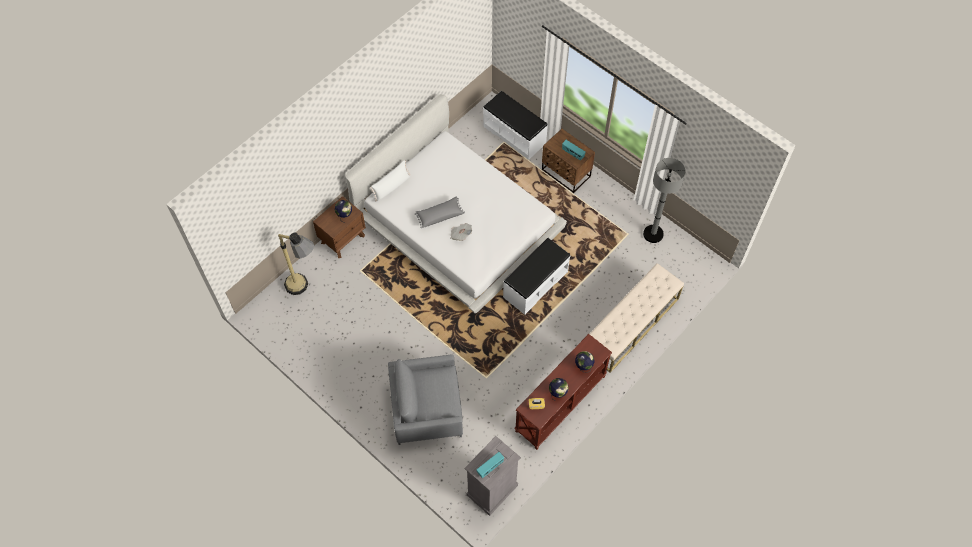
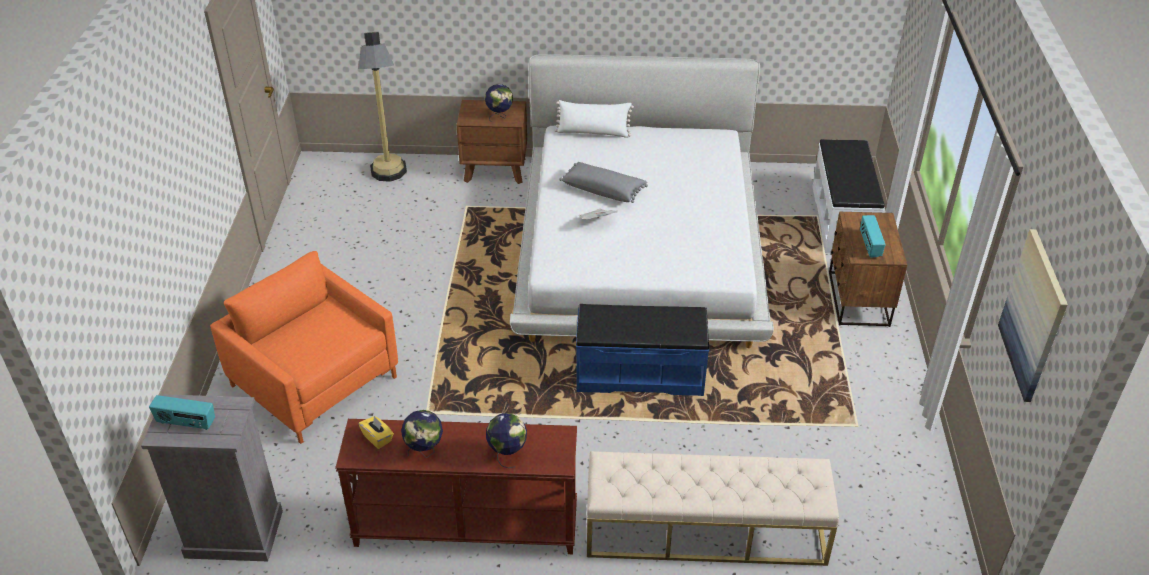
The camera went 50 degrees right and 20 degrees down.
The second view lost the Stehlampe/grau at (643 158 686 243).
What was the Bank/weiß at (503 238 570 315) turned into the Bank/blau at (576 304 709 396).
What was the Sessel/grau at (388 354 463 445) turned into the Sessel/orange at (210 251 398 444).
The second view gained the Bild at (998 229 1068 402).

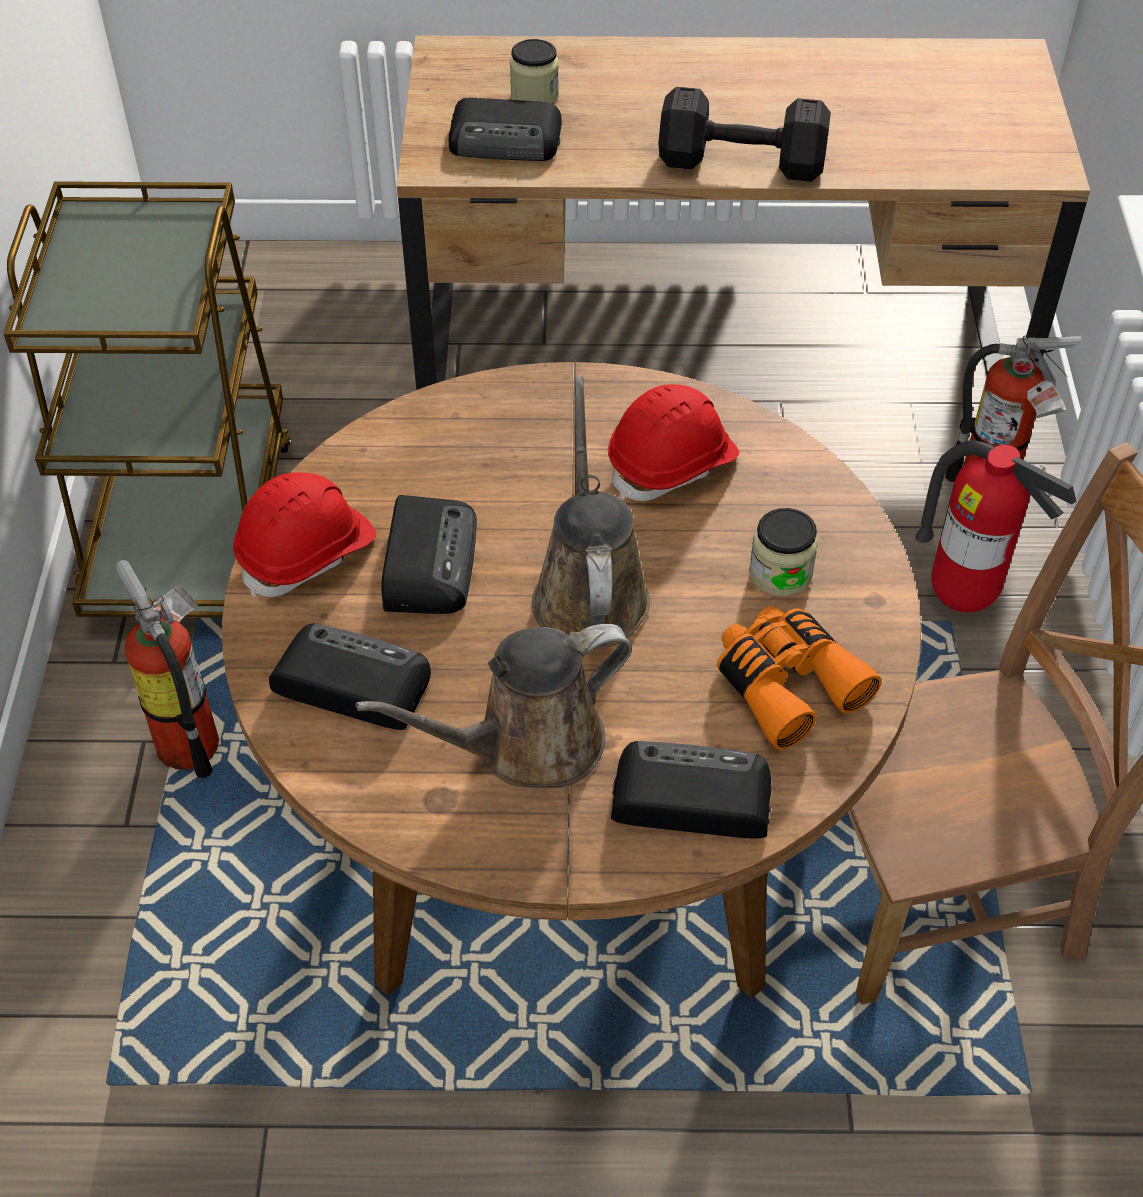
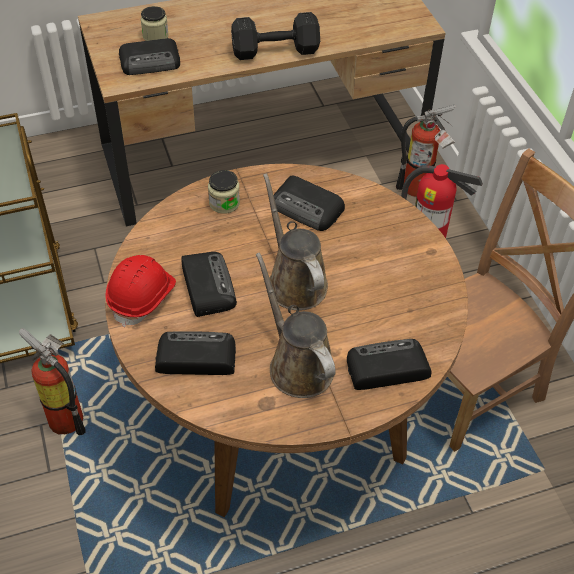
The camera went 20 degrees left and 0 degrees up.
Where the Schutzhelm/rot stood at (608 384 739 501), the Radio came to stand at (274 175 345 231).
The Vorratsglas ended up elsewhere, having gone from (749 508 818 596) to (208 170 240 214).
The second view lost the Fernglas/orange at (717 606 882 750).
The Gießkanne/braun at (356 624 632 789) ended up facing another way, 105 degrees clockwise from before.

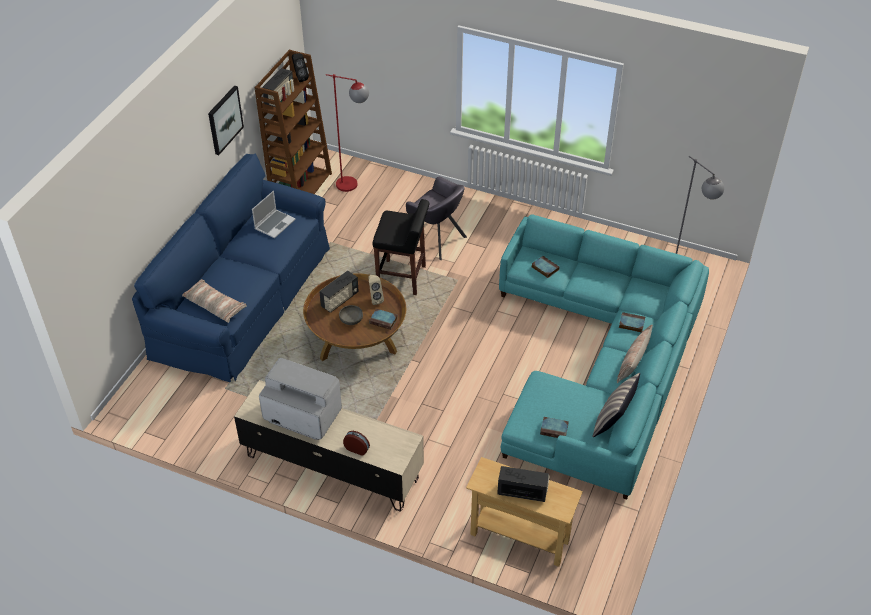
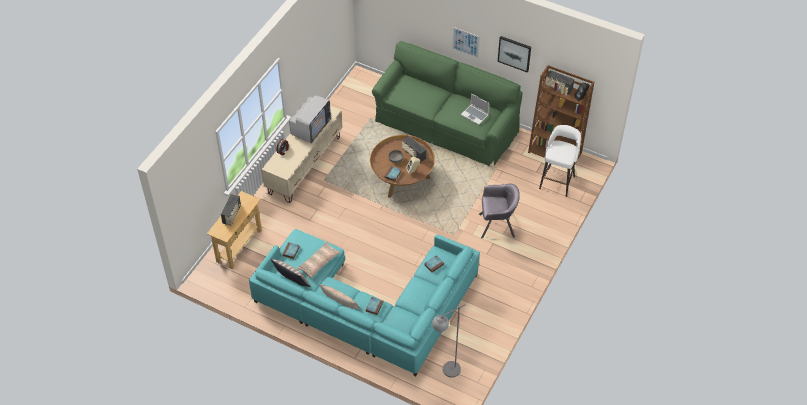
The camera went 95 degrees right and 5 degrees up.
Where the Stehlampe/rot stood at (326 74 369 192), the Hocker/weiß came to stand at (539 125 581 197).
What was the Sofa/blau at (132 154 330 382) turned into the Sofa/grün at (372 41 523 166).
The Sessel/grau at (406 177 467 260) ended up facing another way, 135 degrees counterclockwise from before.
The second view lost the Hocker/schwarz at (373 199 429 295).
The Kissen ended up elsewhere, having gone from (182 279 247 323) to (297 242 340 278).
The second view gained the Bild at (452 27 480 58).

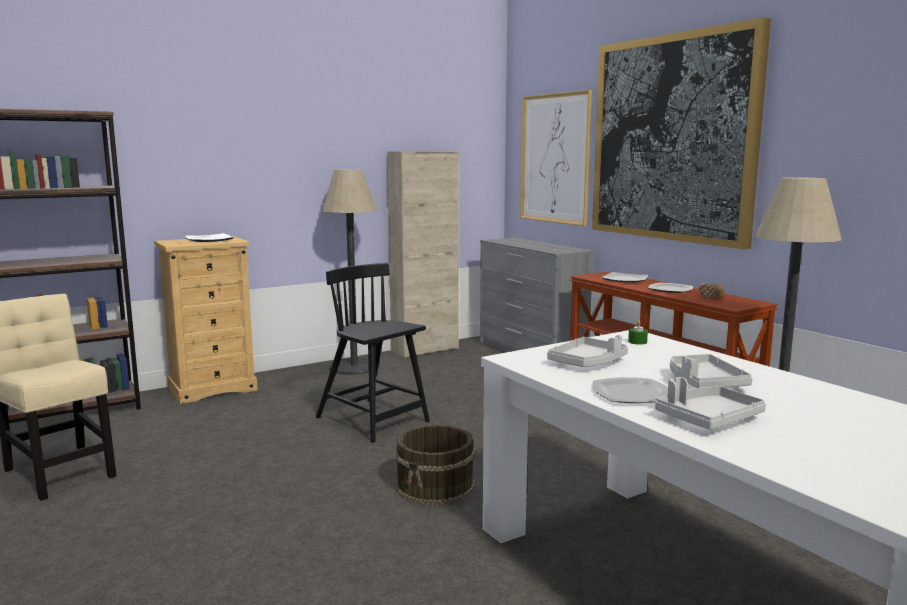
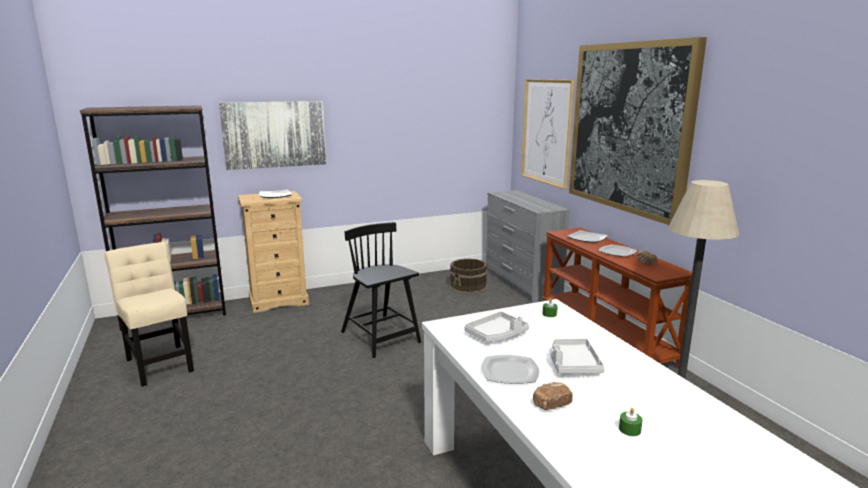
The camera went 10 degrees right and 5 degrees up.
The second view lost the Schrank/beige at (387 152 459 358).
The second view lost the Stehlampe at (322 169 379 375).
Where the Tablett/grau stood at (655 377 766 430), the Brot came to stand at (533 382 573 410).
The Eimer/braun ended up elsewhere, having gone from (395 424 475 505) to (449 259 488 294).
The second view gained the Bild at (219 101 326 170).
The second view gained the Kerze/grün at (619 408 643 436).

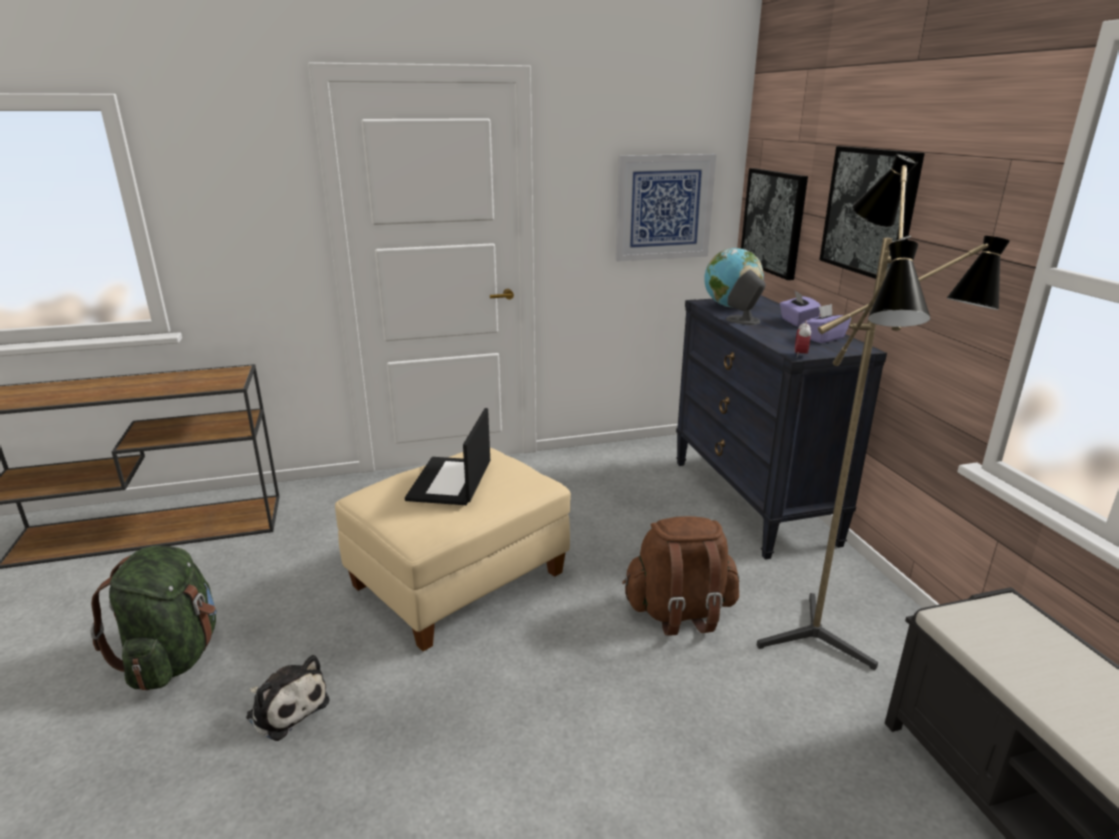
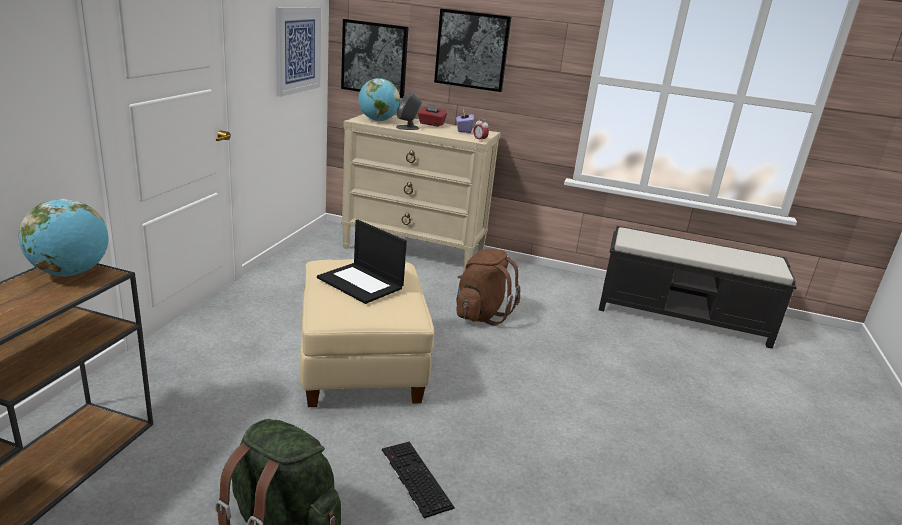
The camera went 60 degrees left and 0 degrees up.
The second view lost the Stehlampe at (757 152 1010 670).
What was the Taschentuchbox/lila at (780 290 821 327) turned into the Taschentuchbox/rot at (418 103 447 127).
What was the Kommode/schwarz at (676 295 887 560) turned into the Kommode/beige at (341 114 501 270).
Where the Plüschtier stood at (246 655 330 741), the Tastatur came to stand at (382 441 455 519).
The second view gained the Globus at (18 199 109 276).

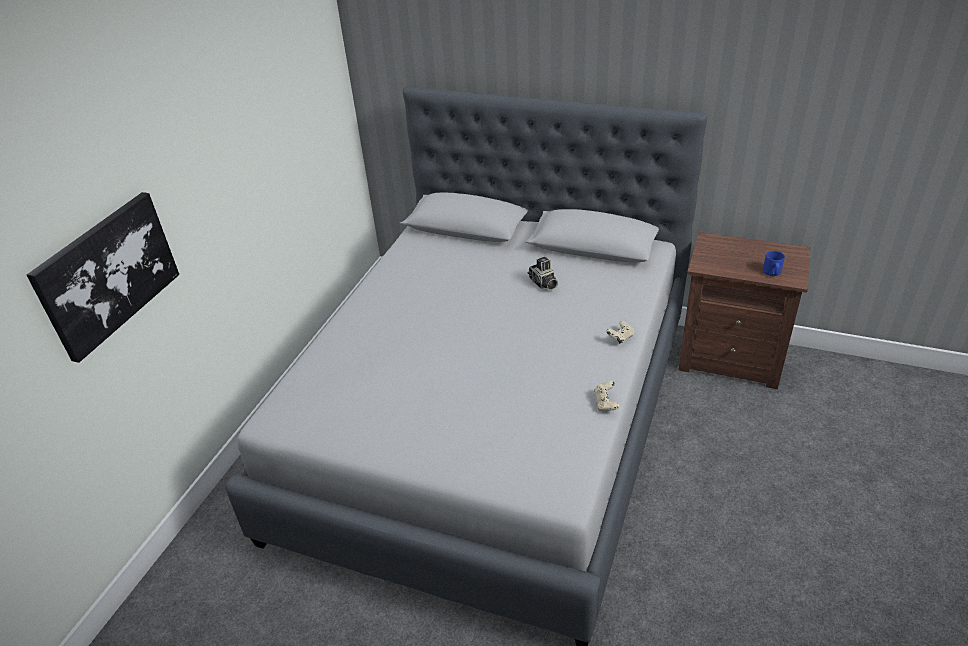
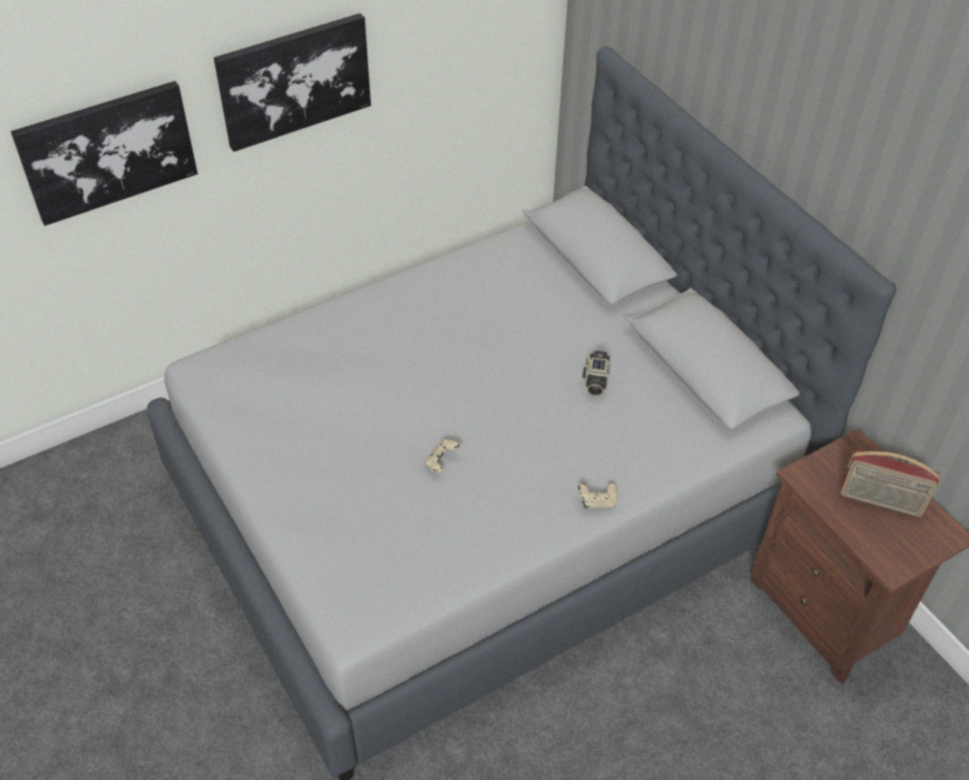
The camera went 35 degrees right and 10 degrees up.
The second view lost the Henkelbecher/blau at (763 251 785 276).
The Gamepad/beige ended up elsewhere, having gone from (594 381 619 411) to (424 439 461 473).
The second view gained the Bild at (214 13 371 152).
The second view gained the Radio at (840 450 940 517).

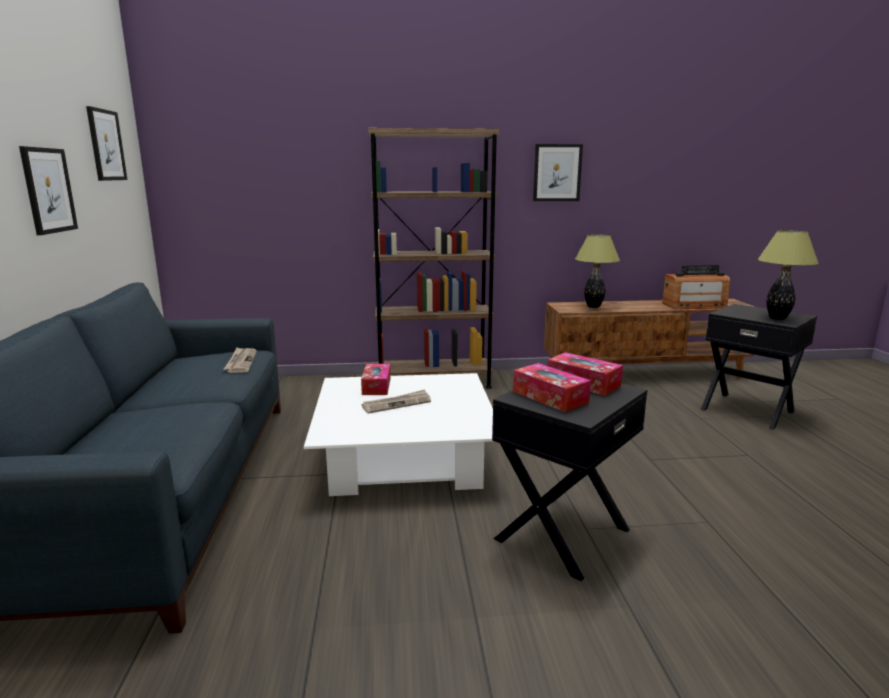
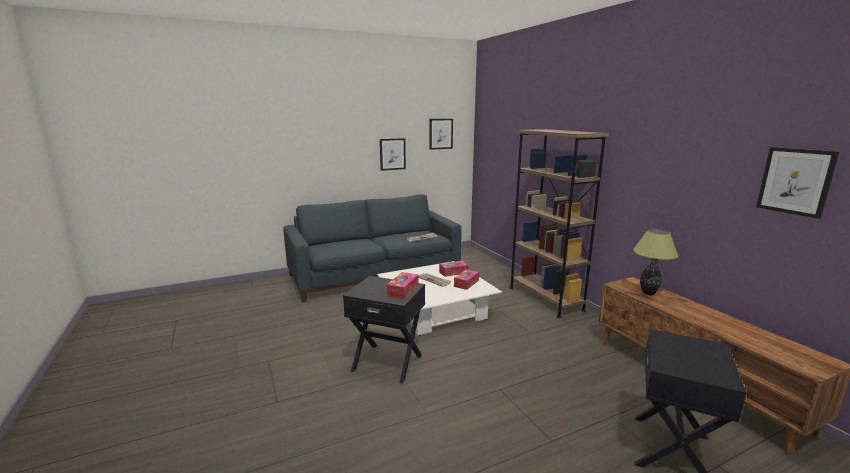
The camera went 70 degrees right and 0 degrees up.
The Bild ended up elsewhere, having gone from (533 144 583 201) to (756 147 839 219).
The second view lost the Tischlampe at (757 230 819 320).
The second view lost the Radio at (662 265 730 309).
The Taschentuchbox ended up elsewhere, having gone from (513 363 591 412) to (454 269 479 290).

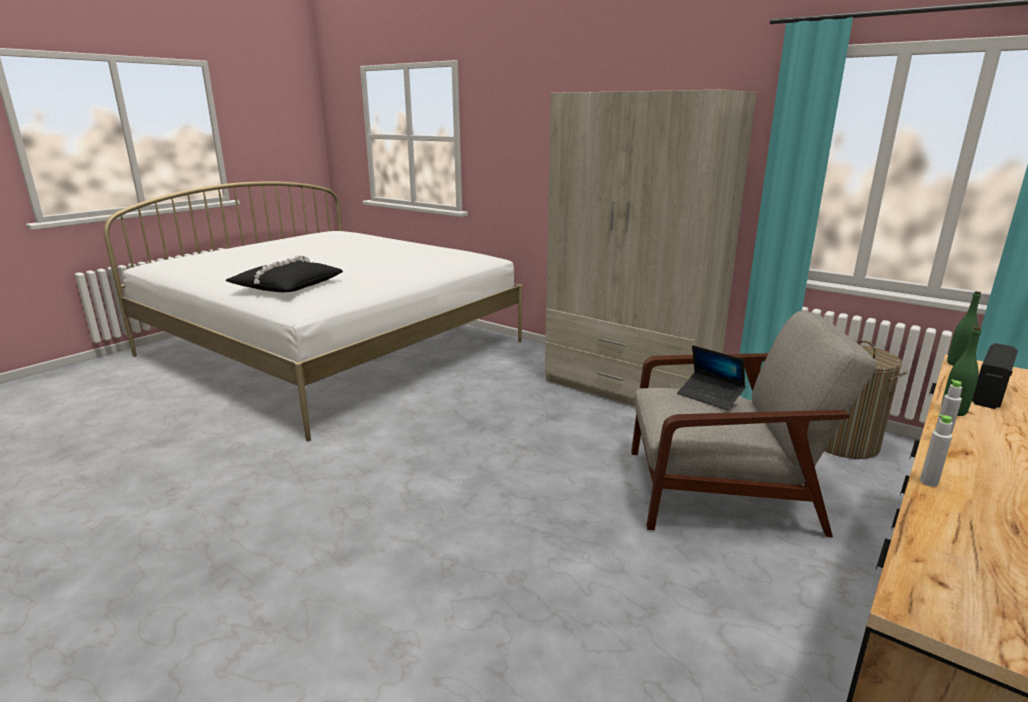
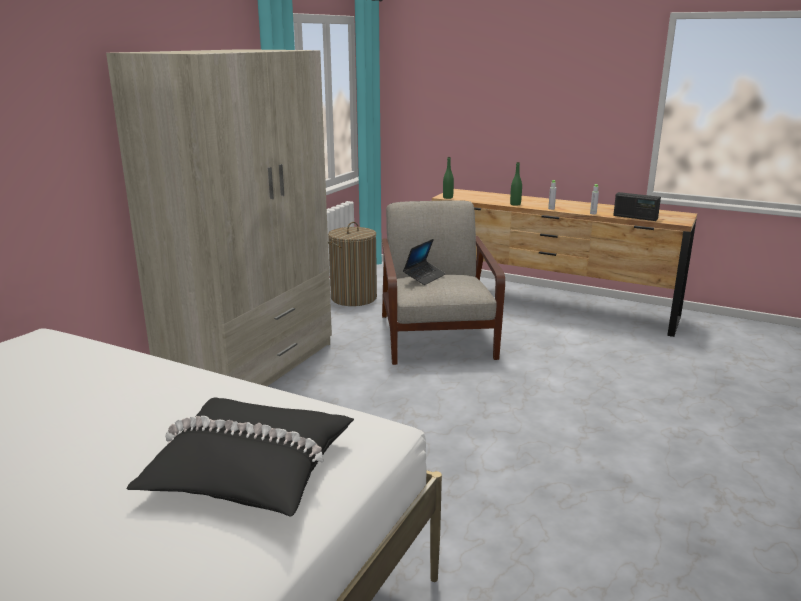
The camera went 100 degrees left and 0 degrees up.
The Radio ended up elsewhere, having gone from (972 343 1018 409) to (613 192 661 221).

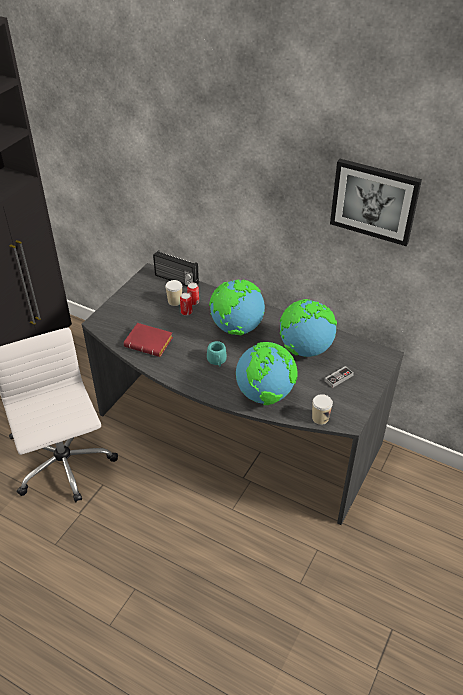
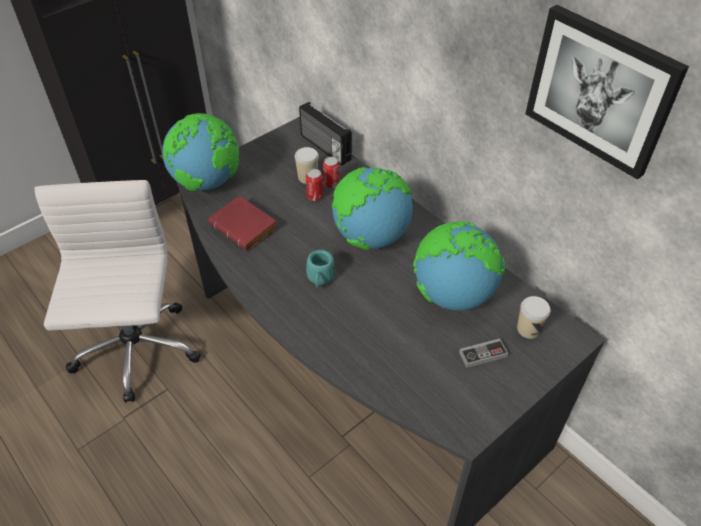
The camera went 20 degrees right and 5 degrees up.
The Globus ended up elsewhere, having gone from (236 342 297 405) to (162 113 239 191).
The Tasse ended up elsewhere, having gone from (312 394 333 425) to (517 296 551 339).

